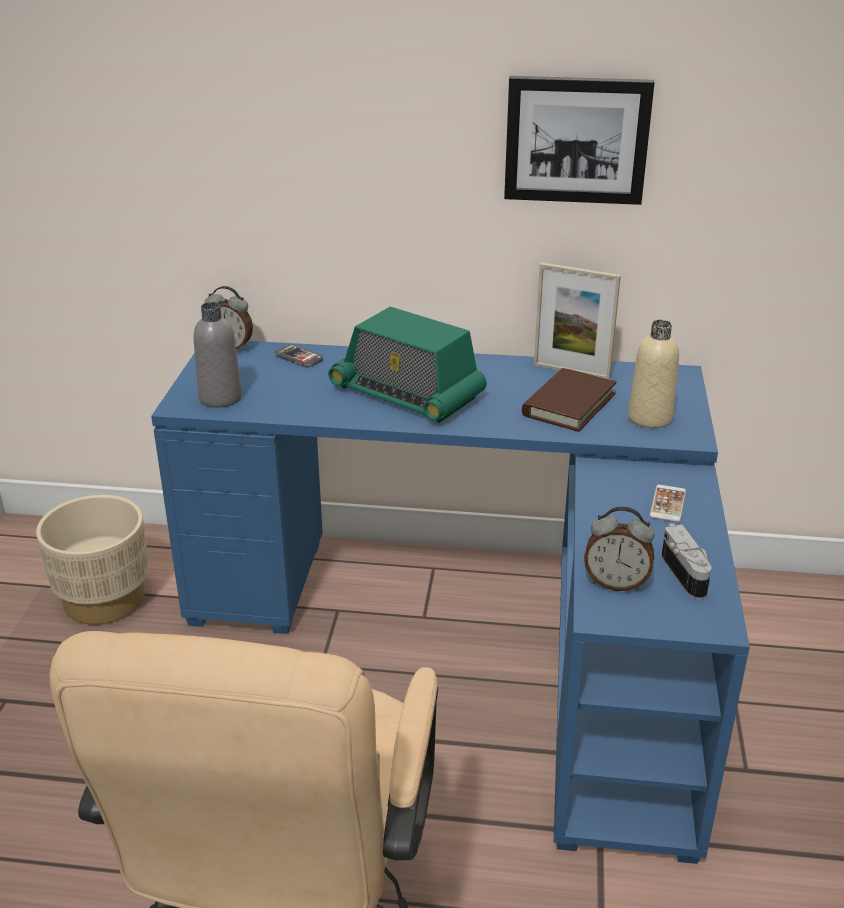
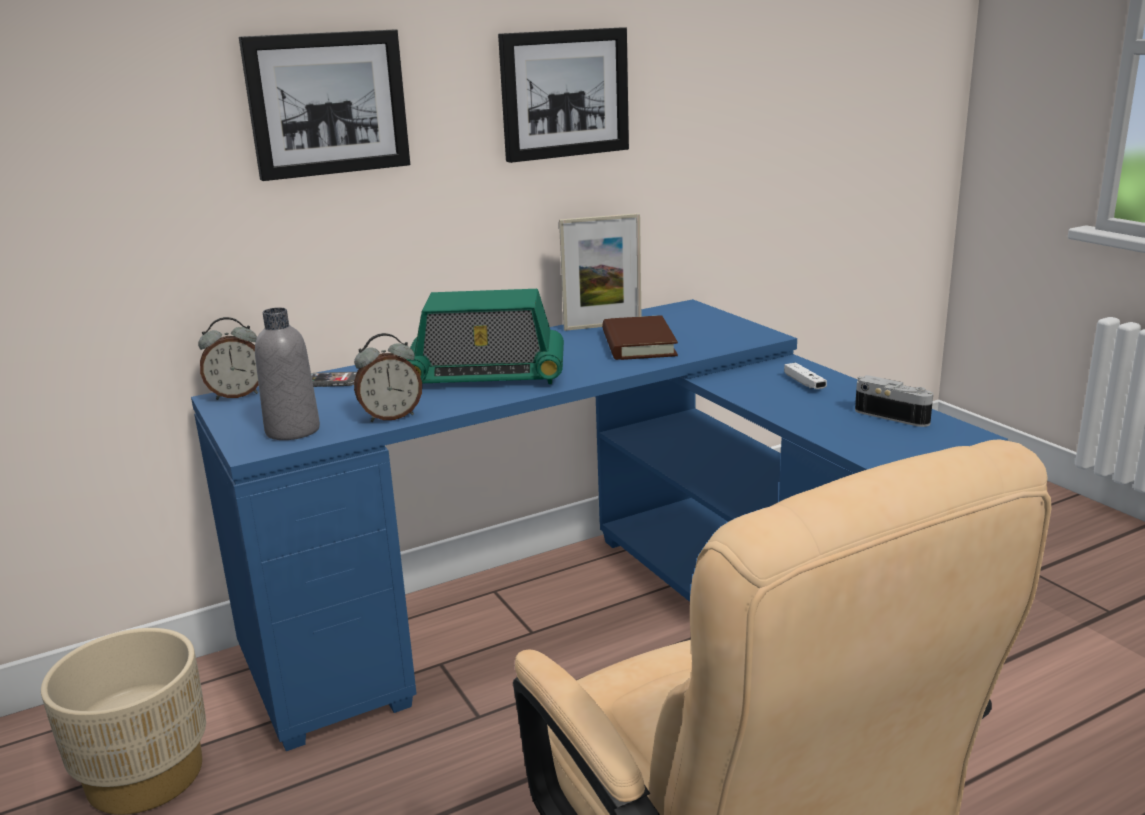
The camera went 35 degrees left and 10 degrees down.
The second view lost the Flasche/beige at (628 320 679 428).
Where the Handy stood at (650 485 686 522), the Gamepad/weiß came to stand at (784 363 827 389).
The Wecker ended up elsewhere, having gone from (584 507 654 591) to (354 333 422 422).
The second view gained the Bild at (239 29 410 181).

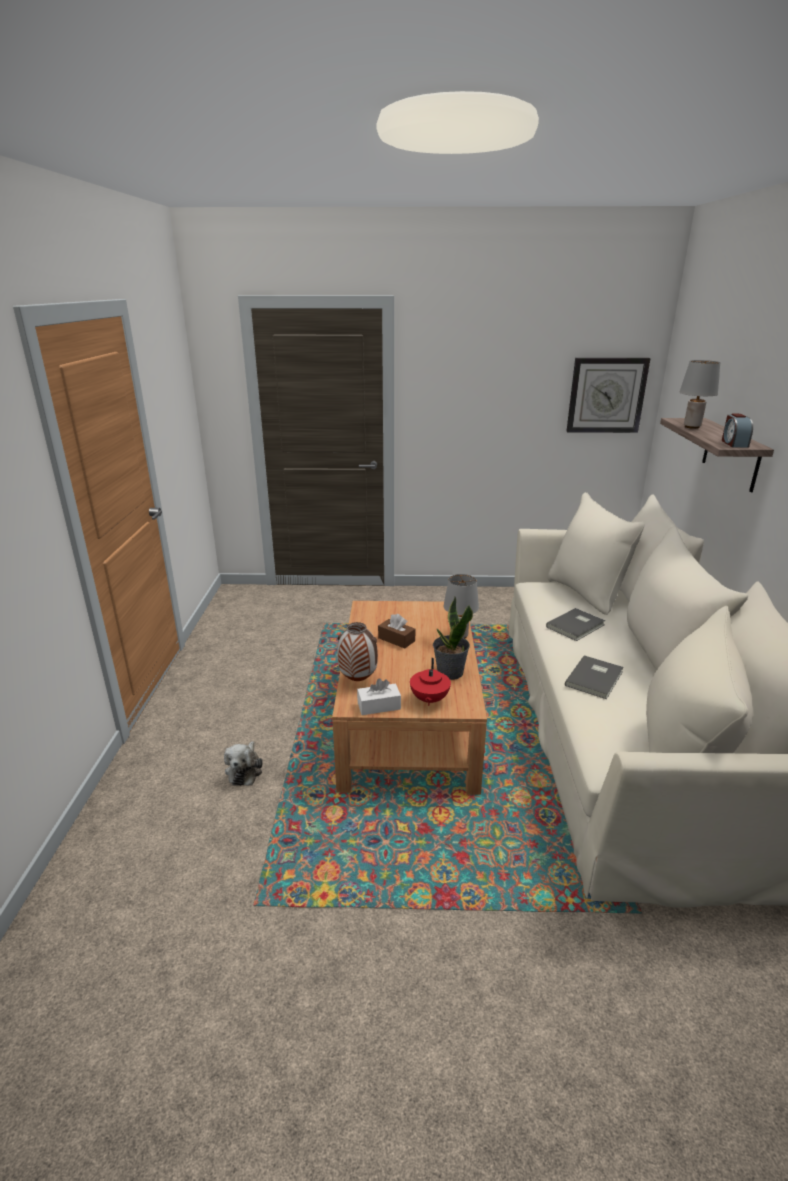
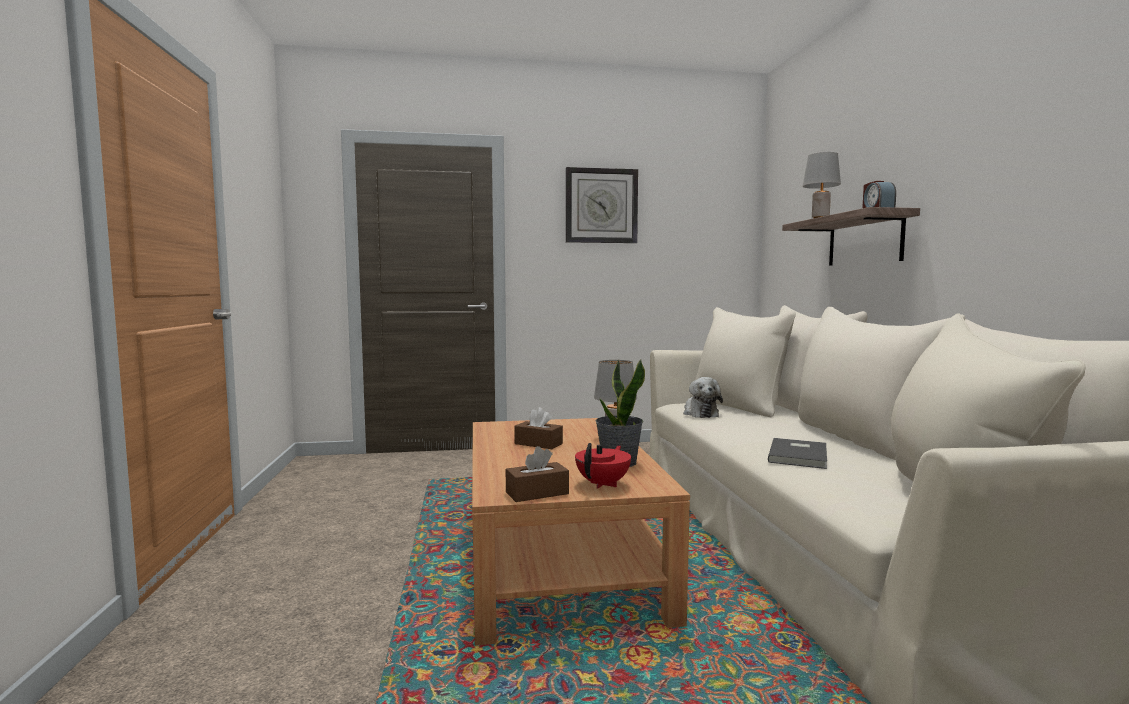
The camera went 10 degrees left and 20 degrees down.
The Wanduhr ended up elsewhere, having gone from (566 358 651 433) to (566 167 638 243).
The second view lost the Buch/grau at (546 608 605 641).
The second view lost the Vase at (337 622 378 681).
The Teekanne/rot at (410 658 451 706) ended up facing another way, 150 degrees counterclockwise from before.
What was the Taschentuchbox/weiß at (357 679 401 715) turned into the Taschentuchbox/braun at (506 446 569 502).
The Plüschtier ended up elsewhere, having gone from (224 741 263 786) to (684 377 723 418).

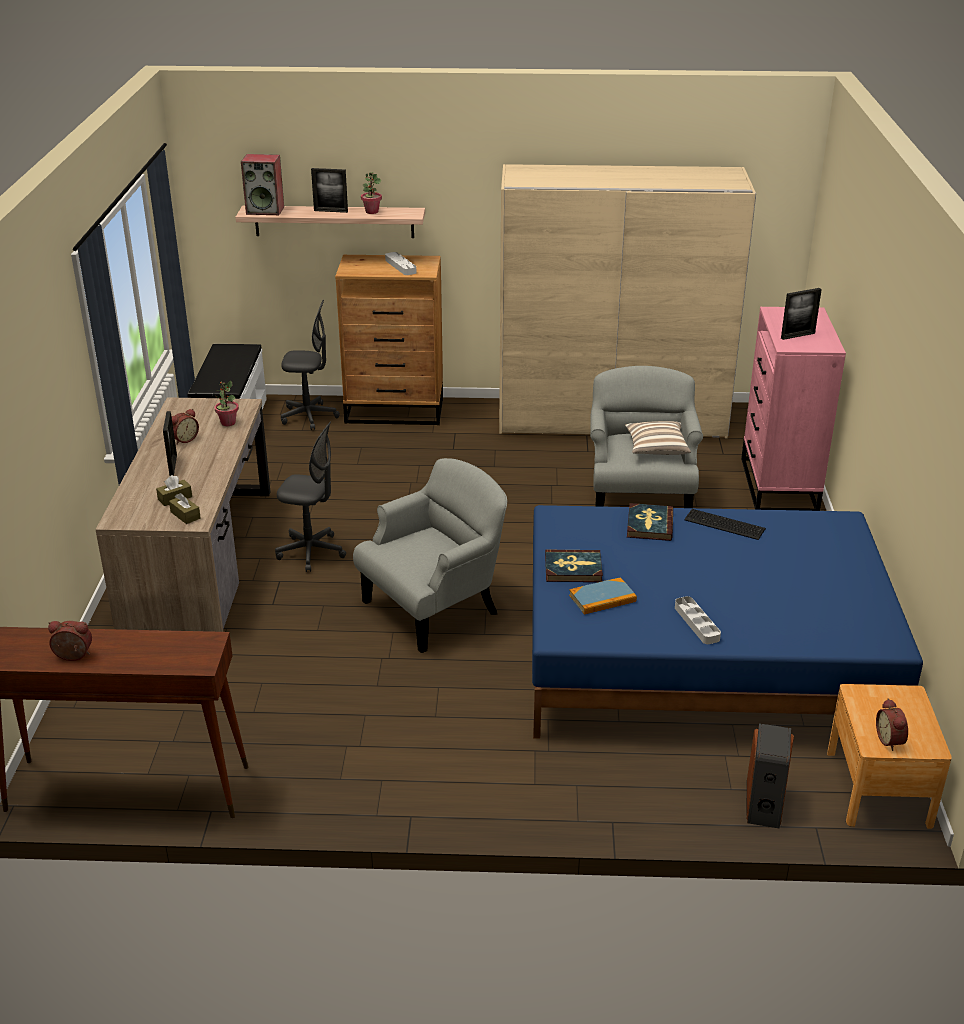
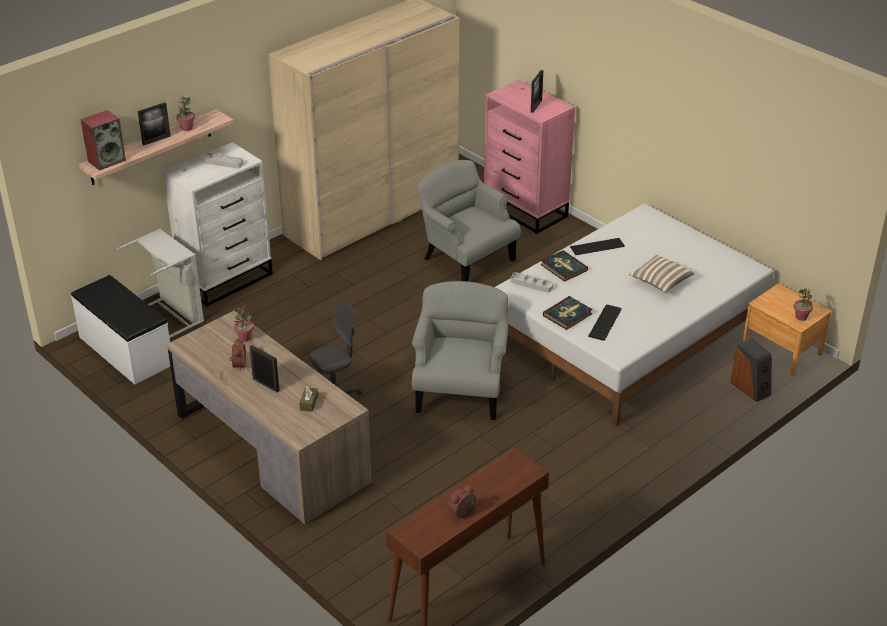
The camera went 45 degrees left and 5 degrees up.
What was the Kommode/braun at (335 255 443 425) turned into the Kommode/weiß at (163 142 273 307).
Where the Bürostuhl/grau stood at (281 300 340 430), the Wäschekorb/grau came to stand at (117 229 204 338).
The Kissen ended up elsewhere, having gone from (625 421 691 455) to (629 255 695 293).
The second view lost the Taschentuchbox/braun at (169 493 201 524).
What was the Bett/blau at (532 505 923 739) turned into the Bett/weiß at (495 204 774 426).
Where the Buch stood at (569 577 637 614), the Tastatur came to stand at (588 305 622 341).
The Tablett/grau ended up elsewhere, having gone from (675 596 721 644) to (511 272 553 293).
Where the Wecker stood at (876 698 908 751), the Topfpflanze came to stand at (794 288 813 321).

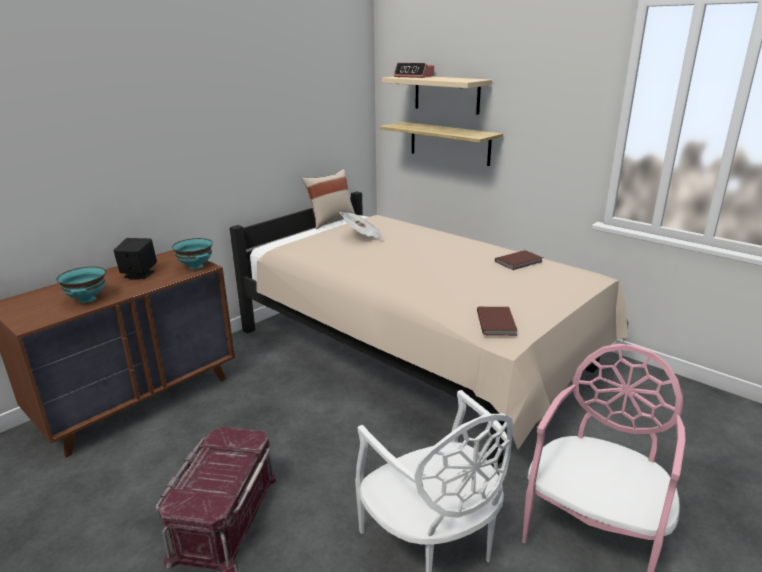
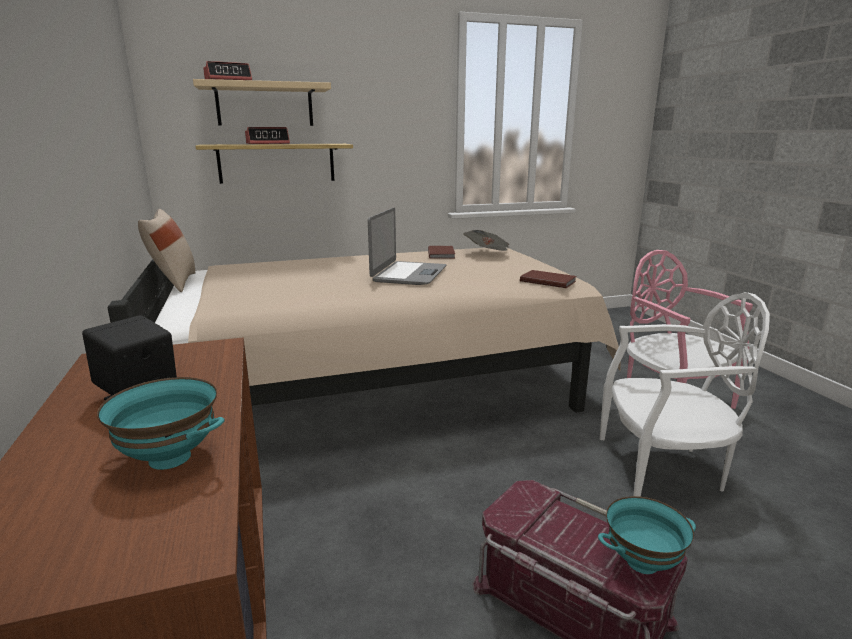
The camera went 60 degrees left and 5 degrees down.
The Zeitung ended up elsewhere, having gone from (339 212 385 240) to (463 230 510 251).
The Schüssel/türkis ended up elsewhere, having gone from (172 238 213 270) to (598 496 696 574).
The second view gained the Wecker at (245 127 290 145).
The second view gained the Laptop at (368 208 447 285).

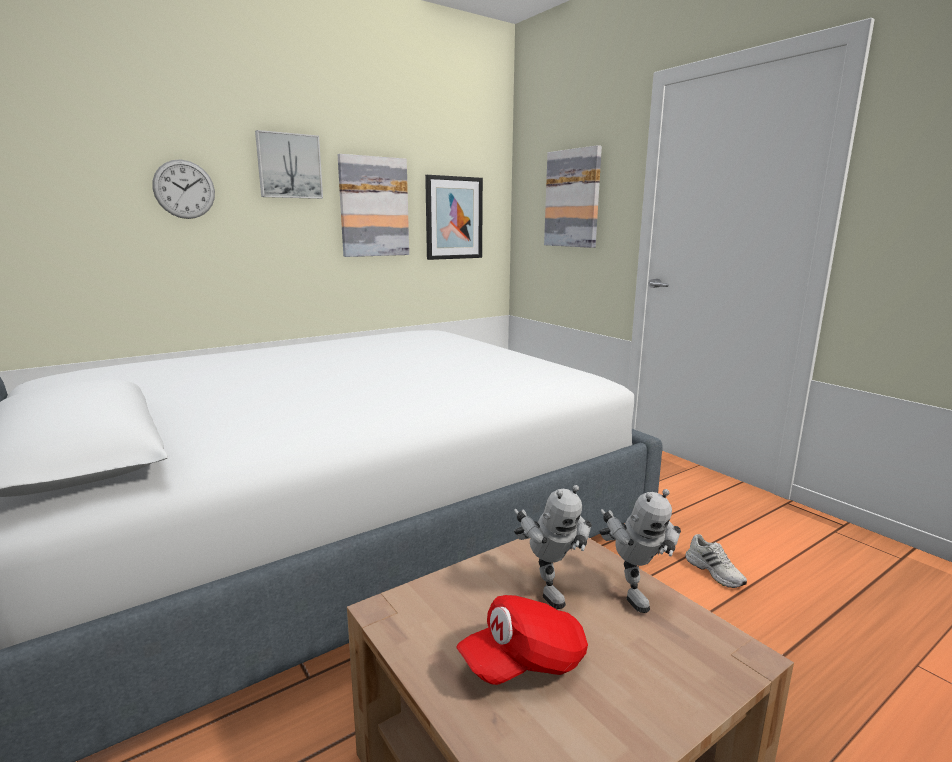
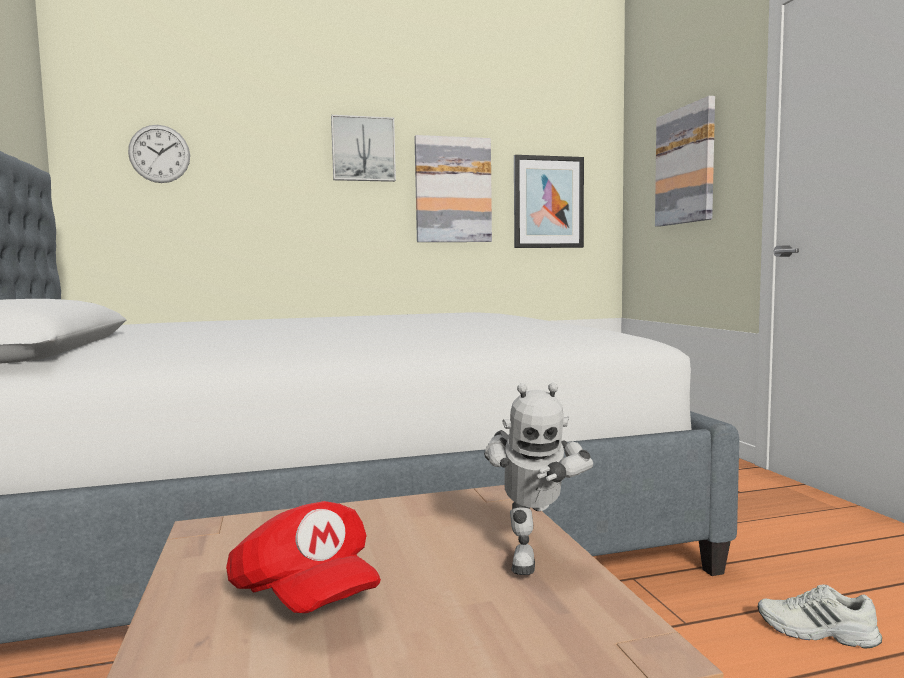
The camera went 20 degrees right and 10 degrees down.
The Wanduhr ended up elsewhere, having gone from (152 160 215 219) to (128 125 190 183).
The second view lost the Spielzeugroboter at (514 485 592 609).
The Schuh/weiß at (685 534 747 588) ended up facing another way, 120 degrees clockwise from before.
The Kappe/rot at (456 595 588 685) ended up facing another way, 120 degrees counterclockwise from before.

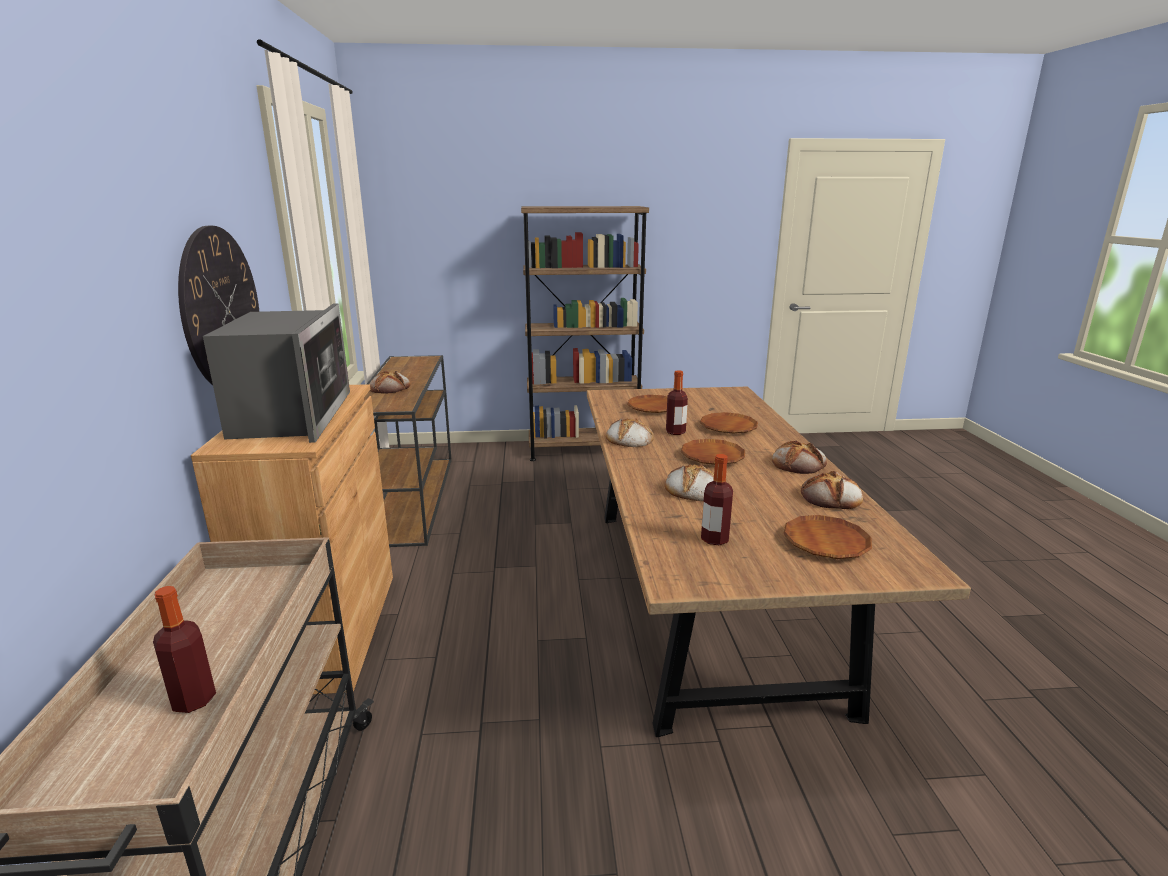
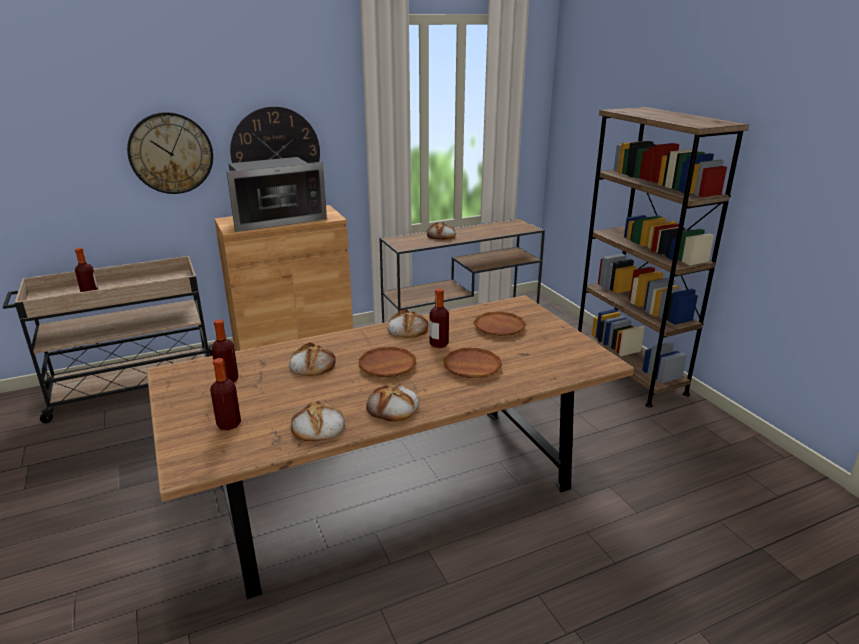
The camera went 70 degrees right and 5 degrees up.
Where the Teller/braun stood at (783 515 872 559), the Flasche came to stand at (210 358 241 431).
The second view gained the Wanduhr at (127 112 213 194).

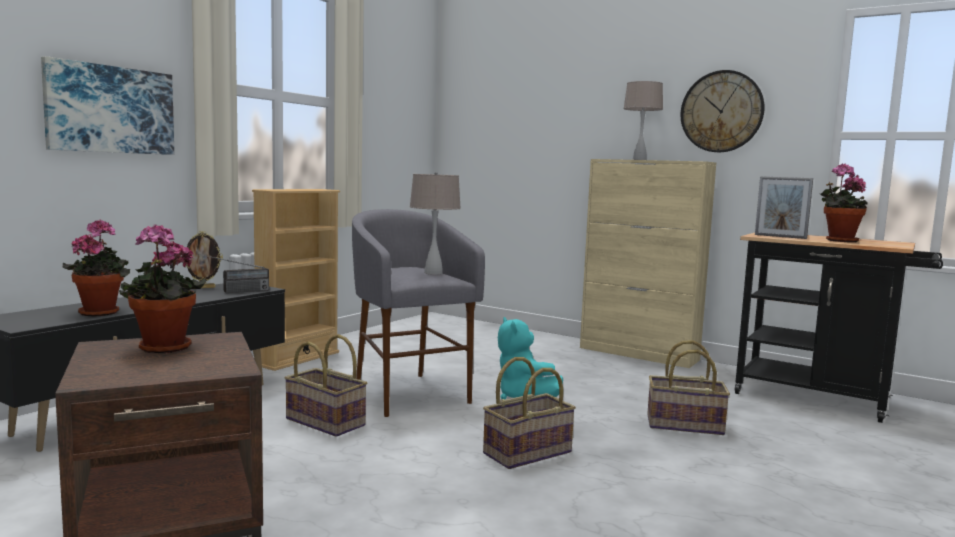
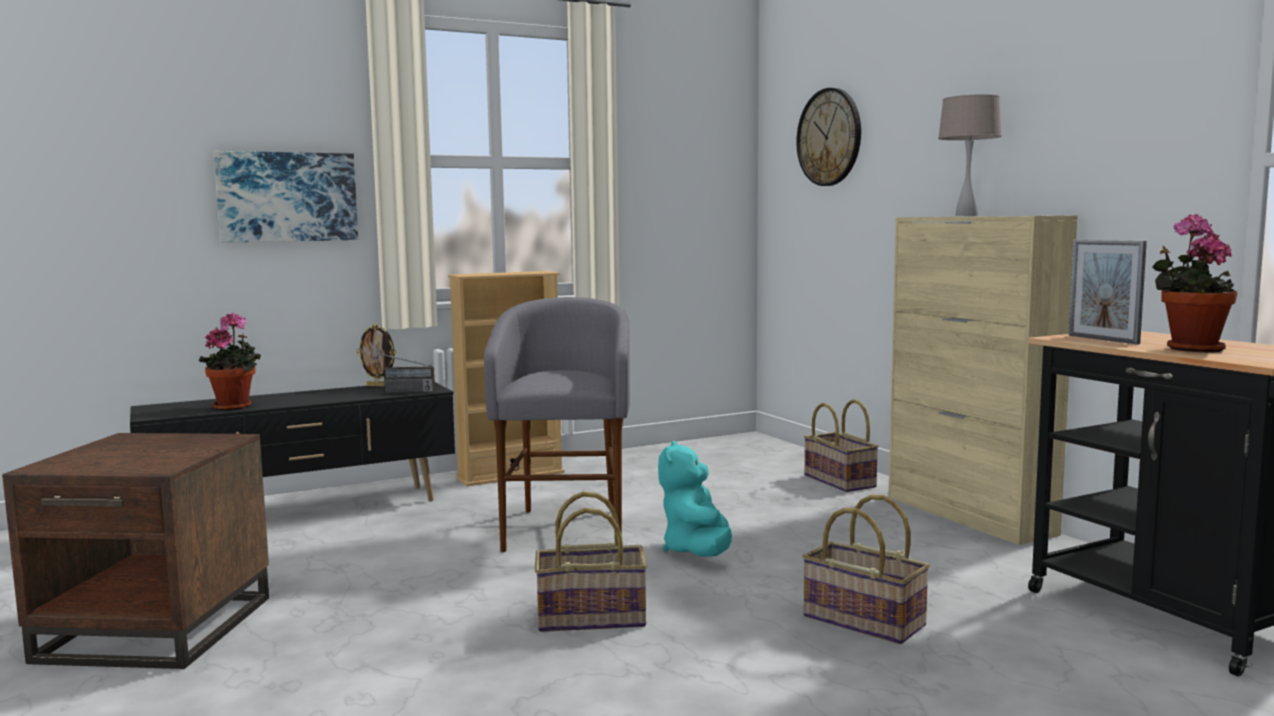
The camera went 30 degrees right and 0 degrees up.
The Wanduhr ended up elsewhere, having gone from (680 70 765 152) to (796 88 861 186).
The second view lost the Tischlampe/beige at (410 172 461 275).
The second view lost the Topfpflanze at (119 224 206 353).
The Korb ended up elsewhere, having gone from (285 334 367 437) to (804 399 879 492).

